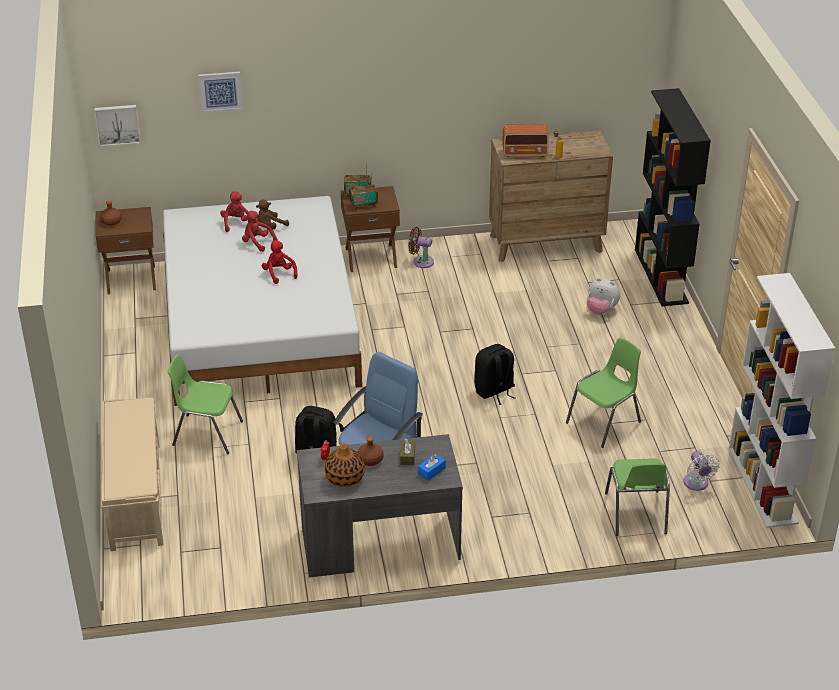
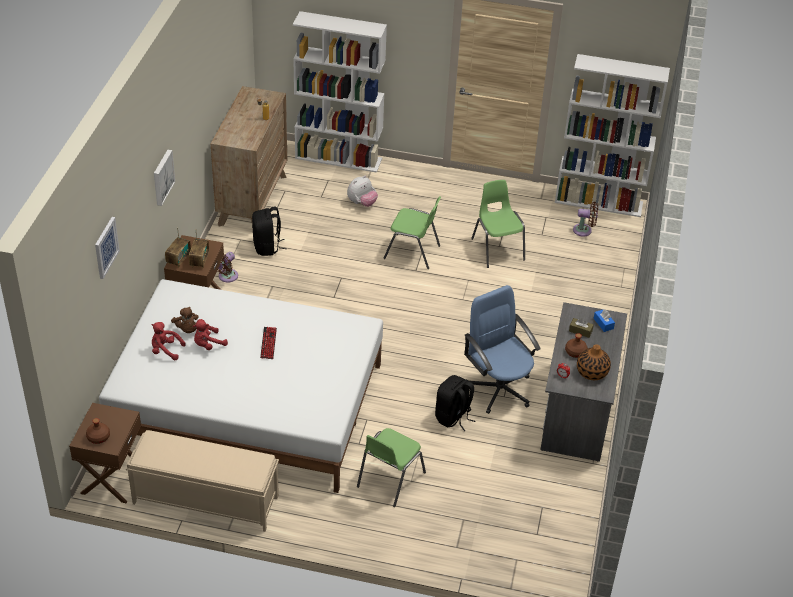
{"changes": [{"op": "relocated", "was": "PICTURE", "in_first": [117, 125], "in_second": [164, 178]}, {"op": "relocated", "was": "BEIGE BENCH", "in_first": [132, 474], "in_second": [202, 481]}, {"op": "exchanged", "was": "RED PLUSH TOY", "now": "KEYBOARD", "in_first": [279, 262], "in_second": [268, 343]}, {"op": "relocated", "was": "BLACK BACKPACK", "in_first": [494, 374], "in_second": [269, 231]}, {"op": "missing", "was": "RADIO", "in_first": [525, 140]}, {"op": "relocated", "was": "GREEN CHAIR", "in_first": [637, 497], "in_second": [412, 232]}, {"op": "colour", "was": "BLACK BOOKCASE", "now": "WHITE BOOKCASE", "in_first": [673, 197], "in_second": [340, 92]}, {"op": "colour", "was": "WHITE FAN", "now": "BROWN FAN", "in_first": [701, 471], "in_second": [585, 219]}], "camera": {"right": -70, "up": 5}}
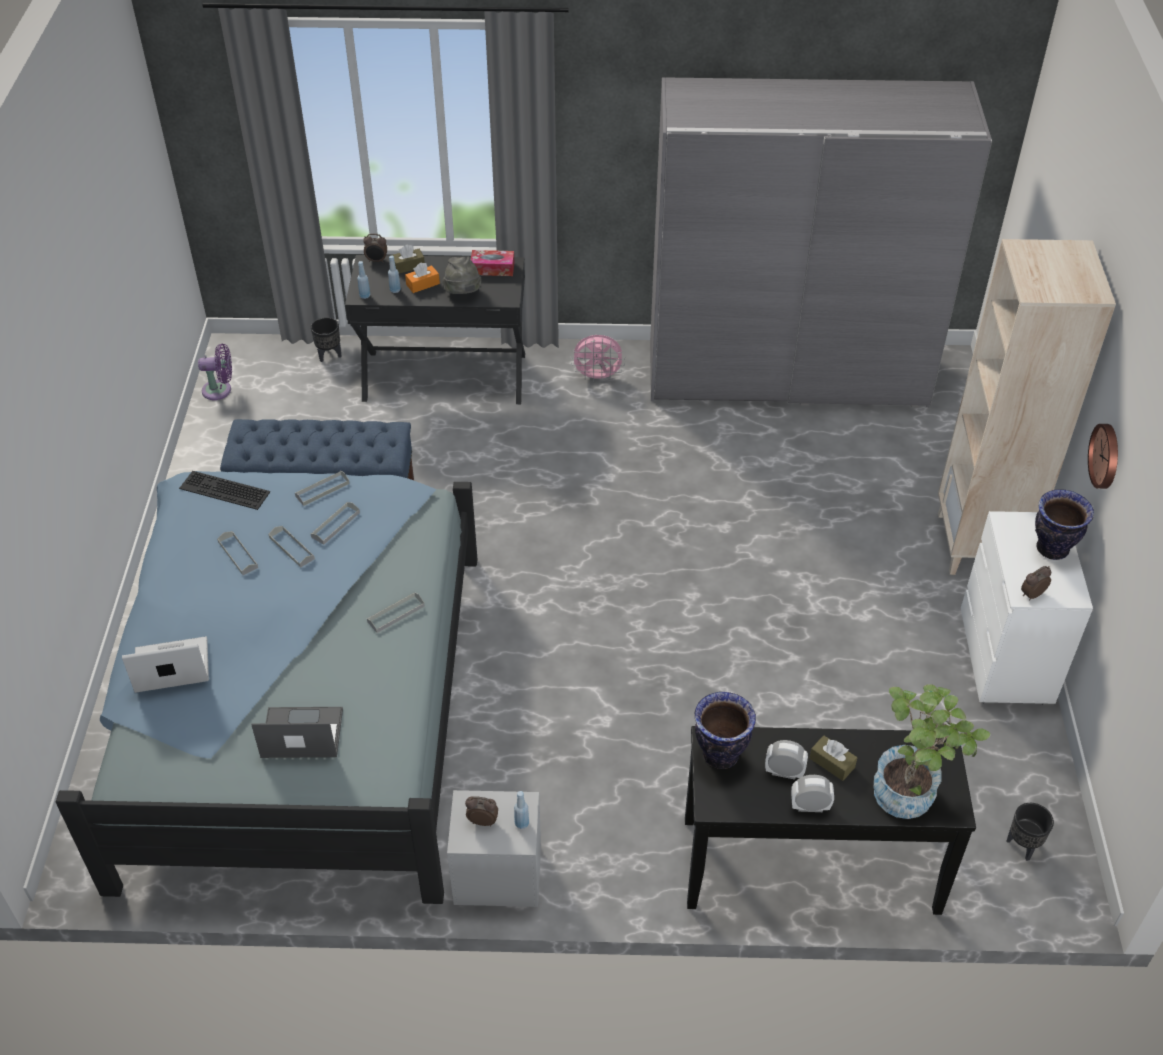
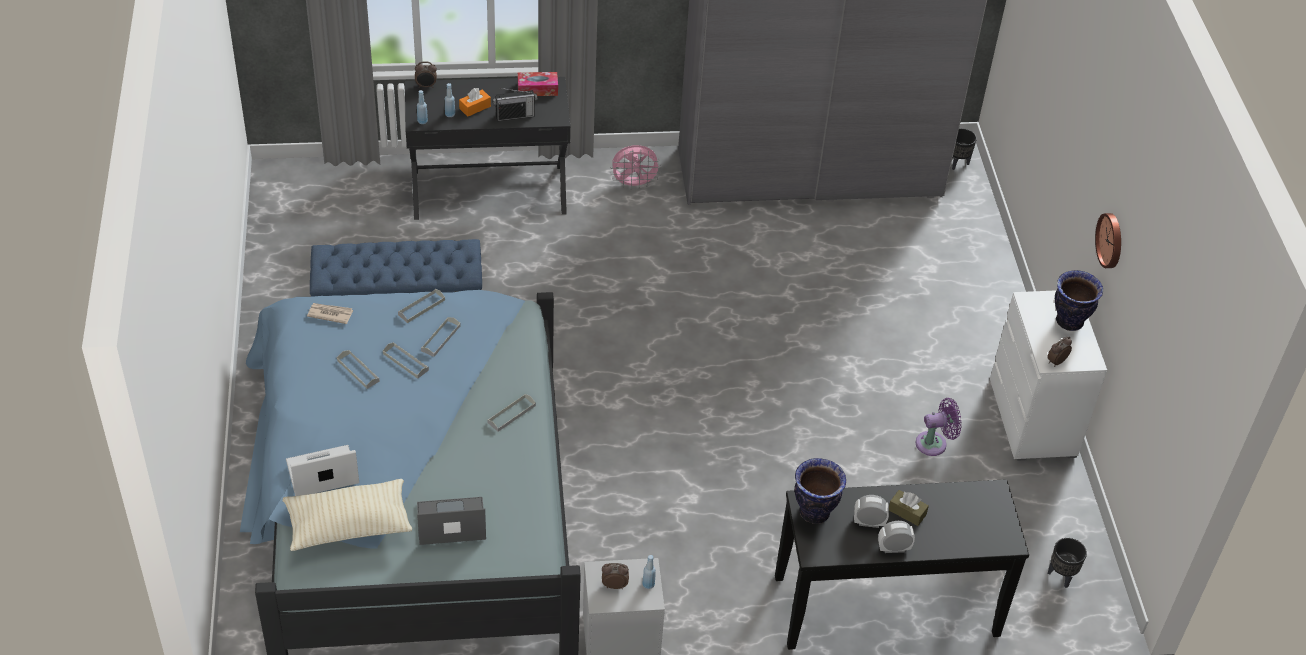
{"changes": [{"op": "exchanged", "was": "KEYBOARD", "now": "NEWSPAPER", "in_first": [224, 490], "in_second": [330, 313]}, {"op": "relocated", "was": "PURPLE FAN", "in_first": [215, 372], "in_second": [939, 427]}, {"op": "relocated", "was": "BLACK PLANTER", "in_first": [326, 339], "in_second": [964, 149]}, {"op": "missing", "was": "BROWN TISSUE BOX", "in_first": [408, 259]}, {"op": "exchanged", "was": "GREY HAT", "now": "RADIO", "in_first": [461, 275], "in_second": [515, 104]}, {"op": "missing", "was": "POTTED PLANT", "in_first": [932, 751]}, {"op": "missing", "was": "BEIGE BOOKCASE", "in_first": [1027, 407]}, {"op": "appeared", "now": "BEIGE PILLOW", "in_second": [347, 515]}], "camera": {"right": -10, "up": 0}}
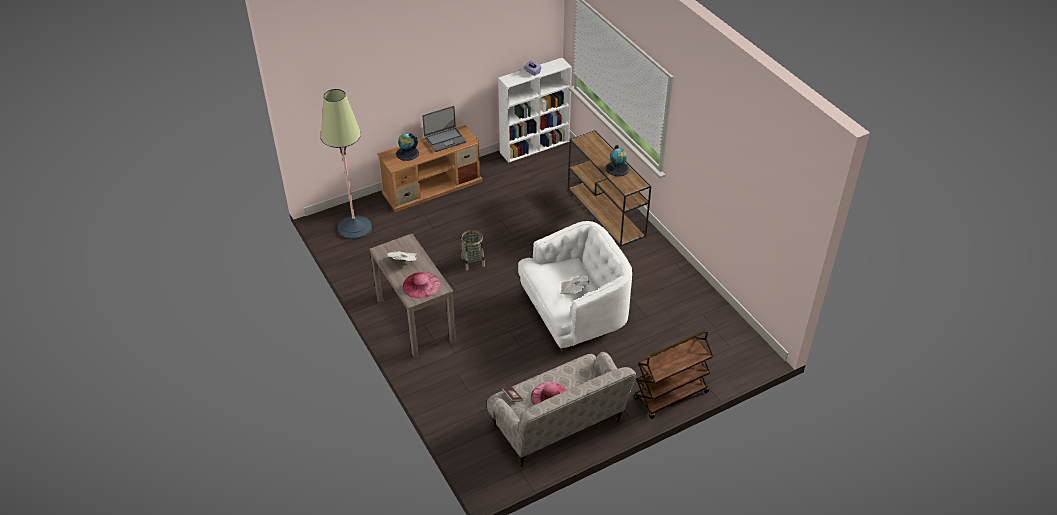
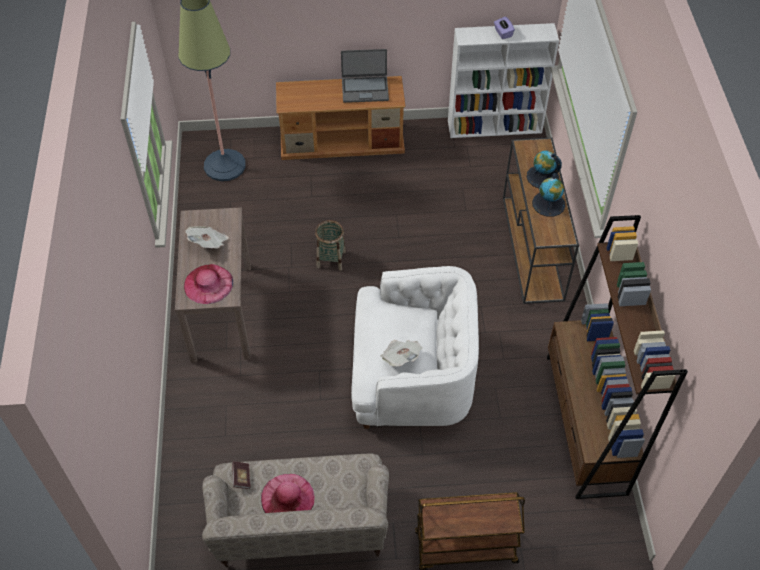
{"changes": [{"op": "relocated", "was": "GLOBE", "in_first": [407, 147], "in_second": [544, 170]}, {"op": "appeared", "now": "BROWN BOOKCASE", "in_second": [617, 357]}], "camera": {"right": 25, "up": 10}}
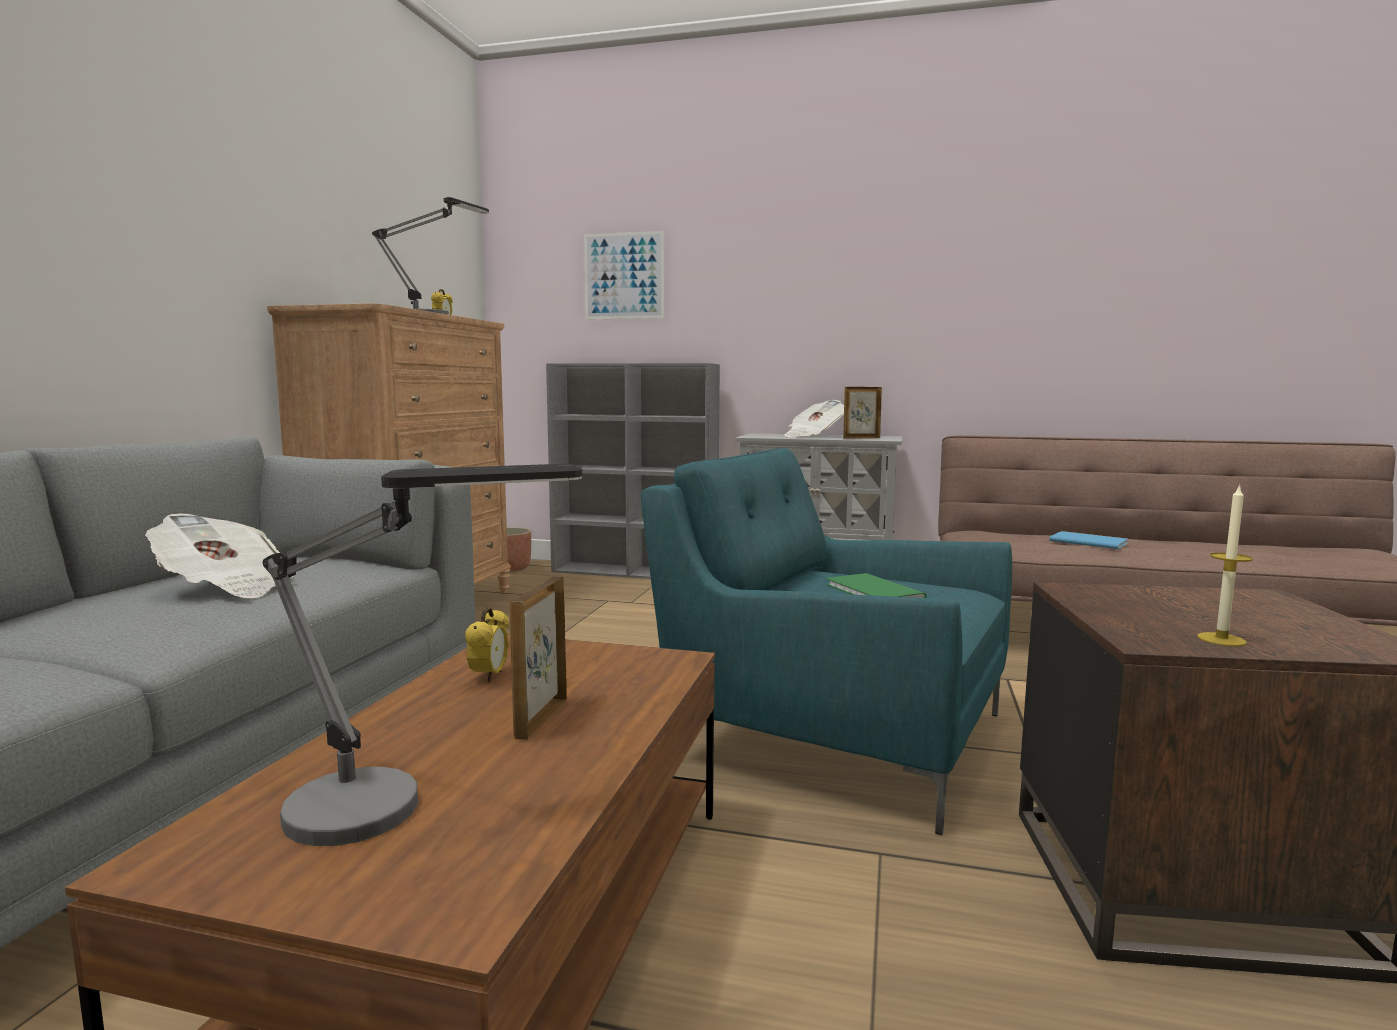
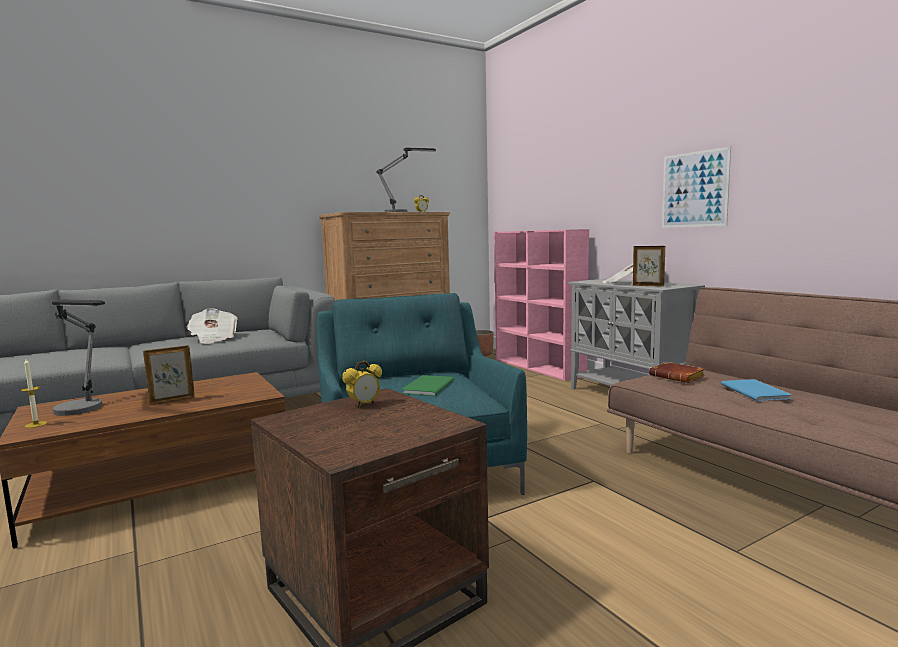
{"changes": [{"op": "relocated", "was": "ALARM CLOCK", "in_first": [487, 644], "in_second": [362, 384]}, {"op": "colour", "was": "GREY BOOKCASE", "now": "PINK BOOKCASE", "in_first": [633, 471], "in_second": [541, 305]}, {"op": "relocated", "was": "PICTURE", "in_first": [624, 275], "in_second": [696, 187]}, {"op": "relocated", "was": "CANDLE", "in_first": [1225, 565], "in_second": [34, 393]}, {"op": "appeared", "now": "BROWN BOOK", "in_second": [677, 372]}], "camera": {"right": 45, "up": 0}}
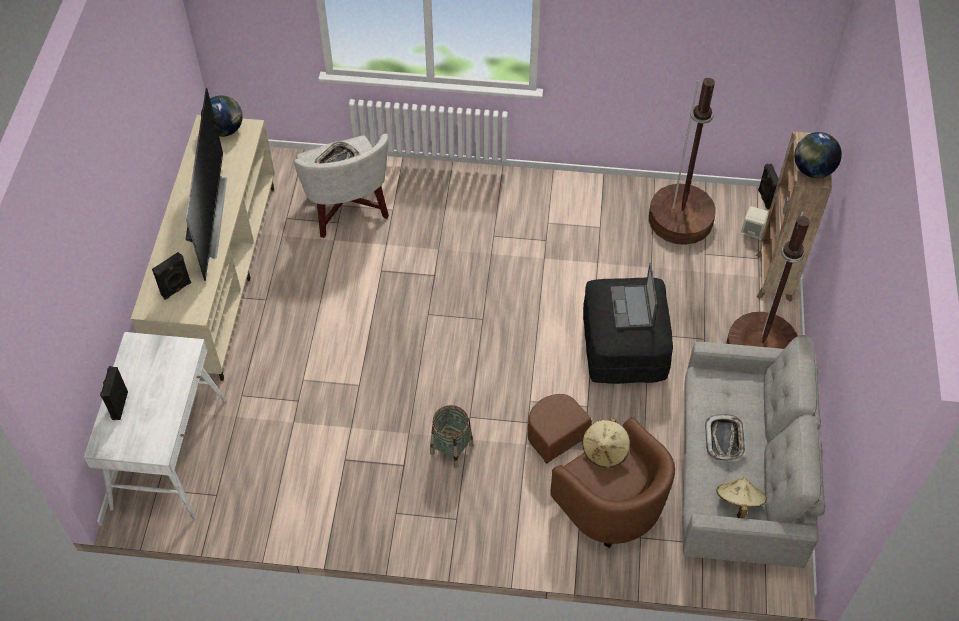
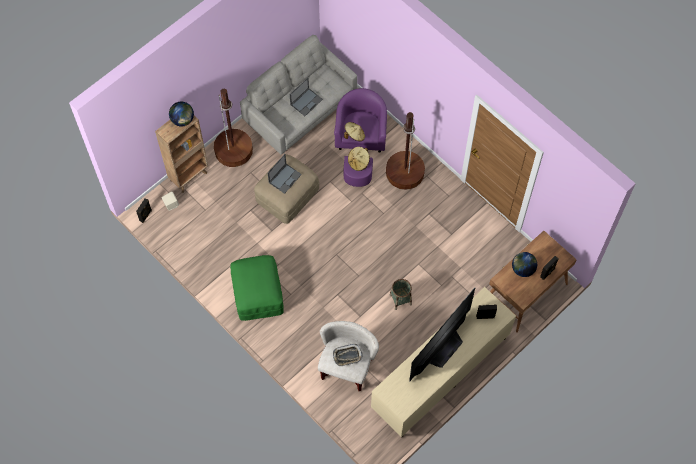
{"changes": [{"op": "colour", "was": "WHITE DESK", "now": "BROWN DESK", "in_first": [155, 425], "in_second": [533, 282]}, {"op": "relocated", "was": "GLOBE", "in_first": [222, 116], "in_second": [524, 264]}, {"op": "relocated", "was": "BASKET", "in_first": [451, 436], "in_second": [401, 294]}, {"op": "colour", "was": "BROWN ARMCHAIR", "now": "PURPLE ARMCHAIR", "in_first": [601, 471], "in_second": [360, 137]}, {"op": "colour", "was": "BLACK OTTOMAN", "now": "BEIGE OTTOMAN", "in_first": [628, 330], "in_second": [286, 189]}, {"op": "relocated", "was": "BROWN FLOOR LAMP", "in_first": [682, 161], "in_second": [405, 151]}, {"op": "exchanged", "was": "TRAY", "now": "LAPTOP", "in_first": [725, 437], "in_second": [306, 97]}, {"op": "relocated", "was": "BEIGE HAT", "in_first": [741, 498], "in_second": [359, 159]}, {"op": "appeared", "now": "GREEN OTTOMAN", "in_second": [257, 288]}], "camera": {"right": -140, "up": 10}}
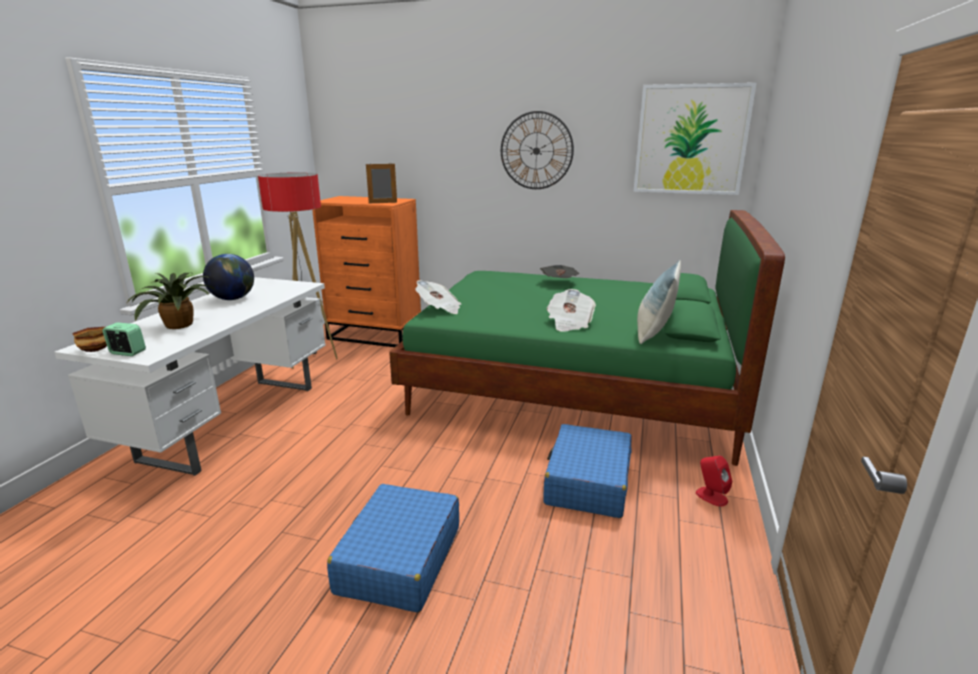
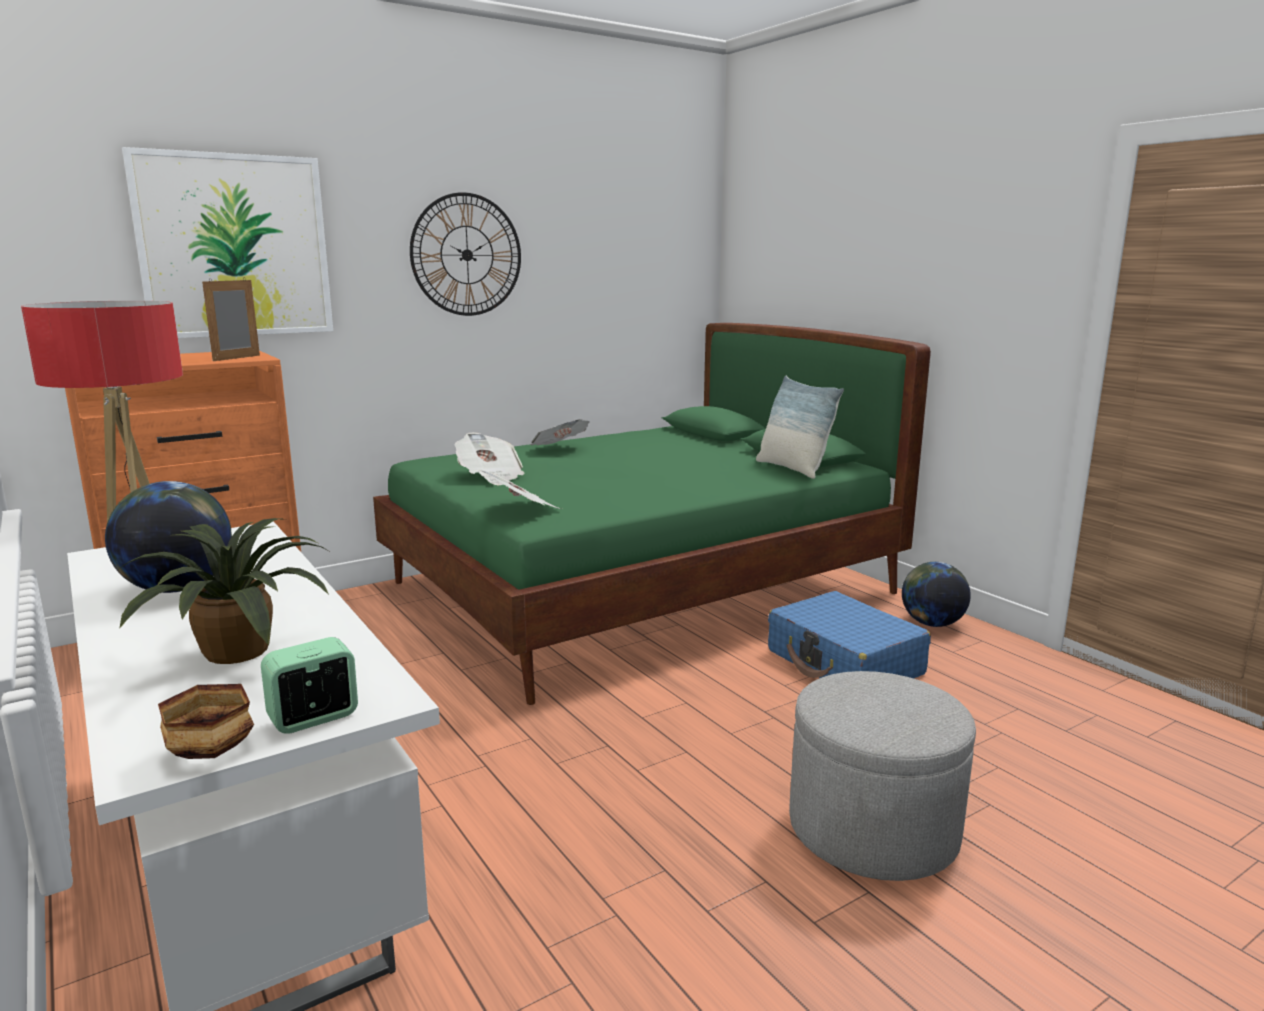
{"changes": [{"op": "exchanged", "was": "BLUE SUITCASE", "now": "GREY OTTOMAN", "in_first": [393, 548], "in_second": [882, 776]}, {"op": "relocated", "was": "NEWSPAPER", "in_first": [571, 310], "in_second": [490, 458]}, {"op": "relocated", "was": "PICTURE", "in_first": [695, 139], "in_second": [227, 242]}, {"op": "exchanged", "was": "RED SPEAKER", "now": "GLOBE", "in_first": [714, 481], "in_second": [936, 594]}], "camera": {"right": -50, "up": -5}}
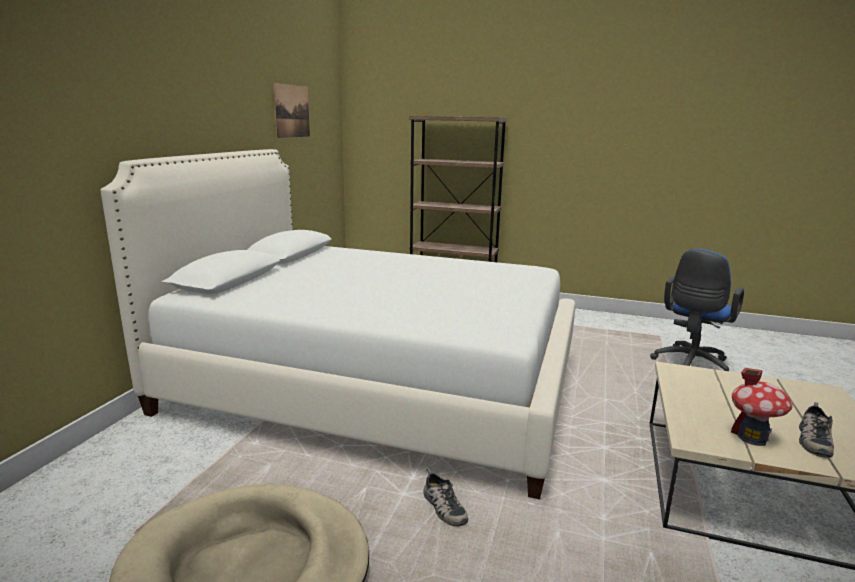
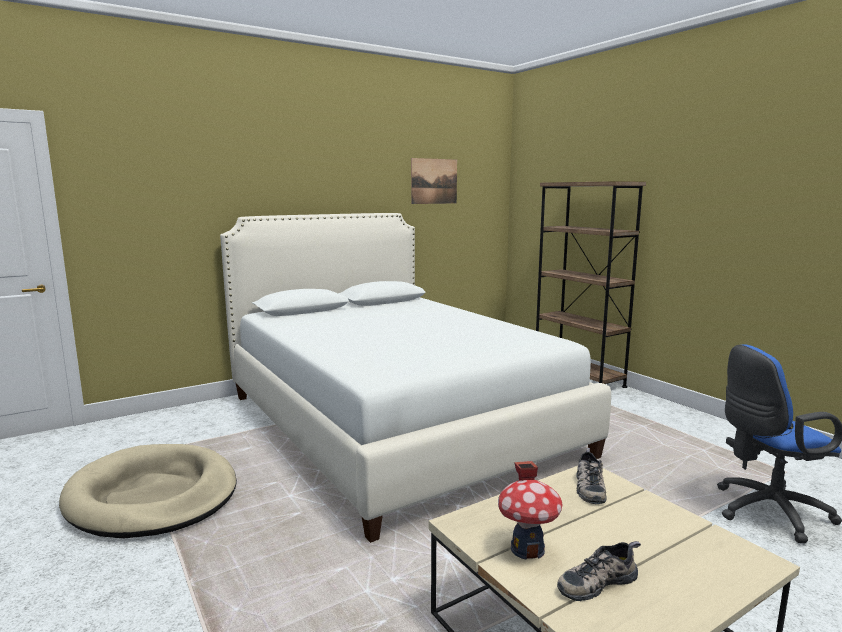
{"changes": [{"op": "relocated", "was": "SHOE", "in_first": [445, 497], "in_second": [591, 476]}], "camera": {"right": 40, "up": -5}}
